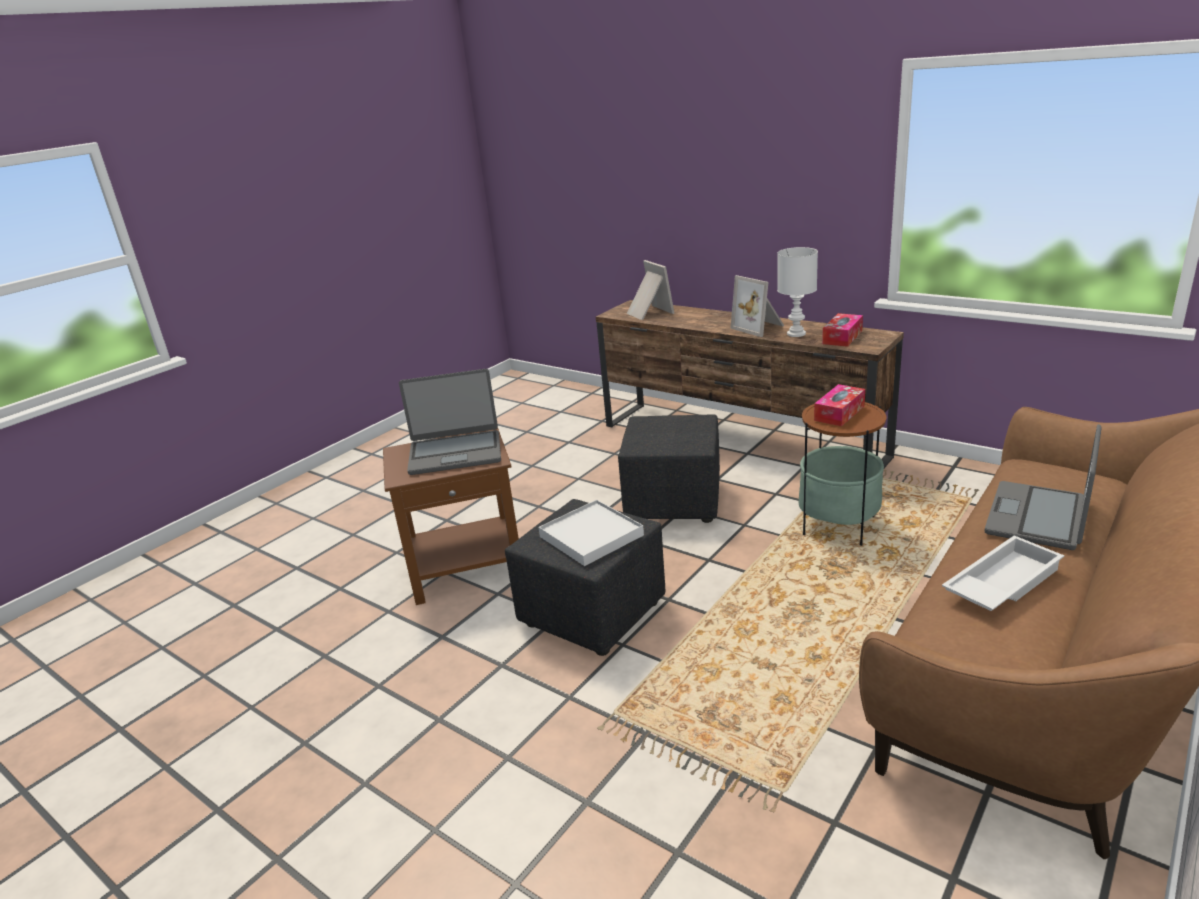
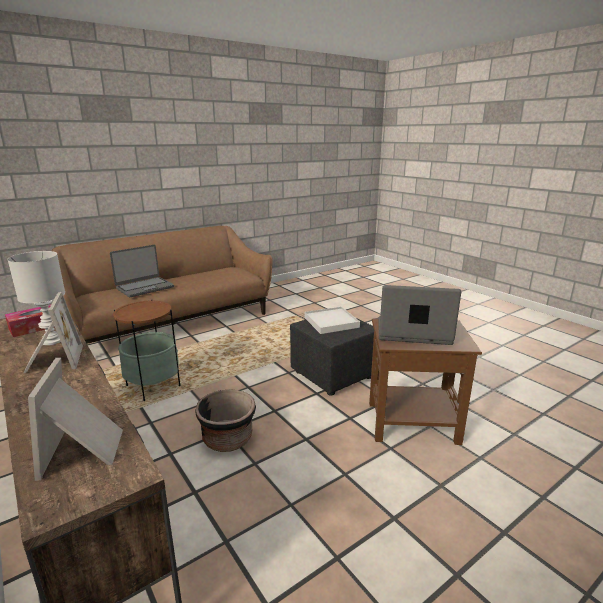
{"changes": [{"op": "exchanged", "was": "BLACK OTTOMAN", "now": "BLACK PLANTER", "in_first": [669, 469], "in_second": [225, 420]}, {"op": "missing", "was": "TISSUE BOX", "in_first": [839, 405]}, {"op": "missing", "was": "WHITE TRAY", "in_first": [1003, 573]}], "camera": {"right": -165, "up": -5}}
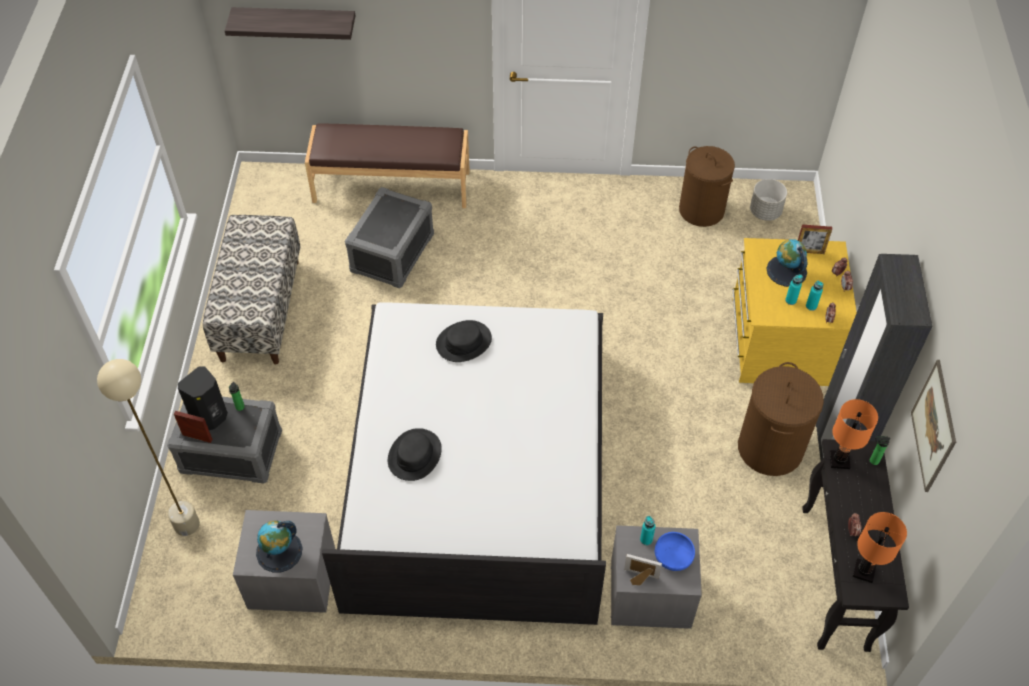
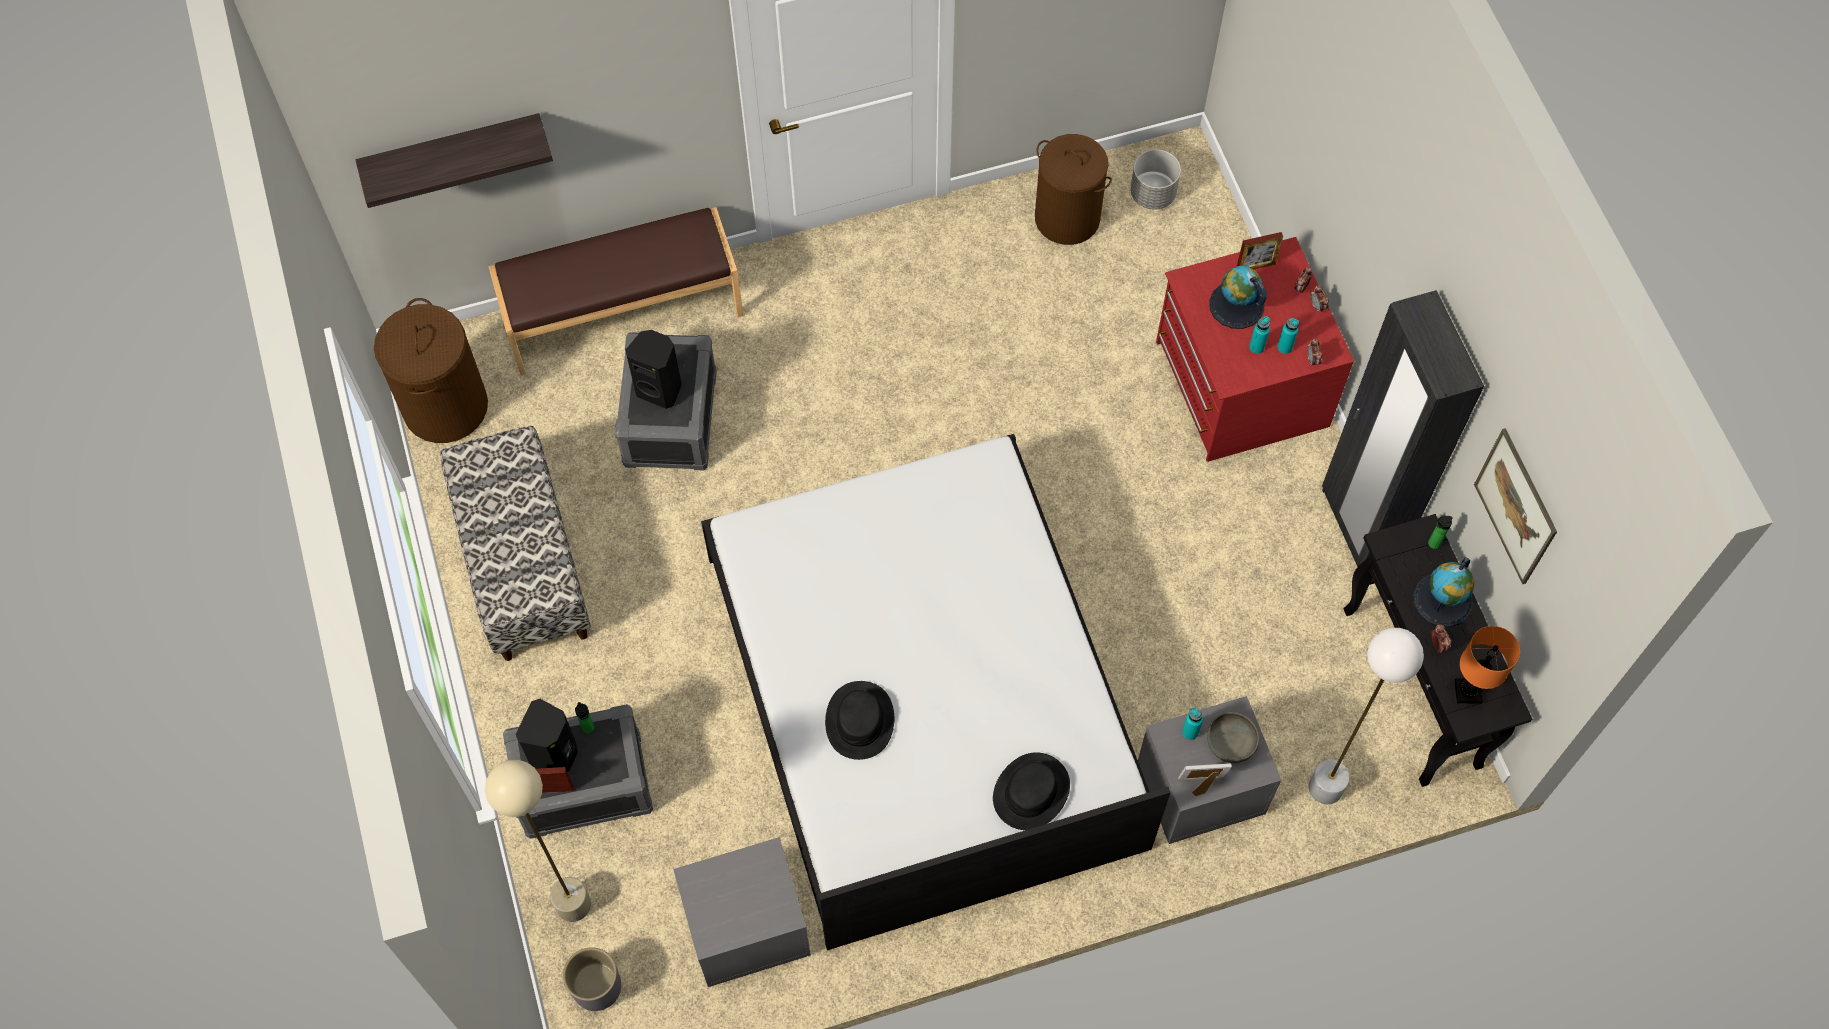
{"changes": [{"op": "relocated", "was": "GLOBE", "in_first": [279, 546], "in_second": [1443, 592]}, {"op": "relocated", "was": "BLACK HAT", "in_first": [464, 341], "in_second": [1031, 791]}, {"op": "colour", "was": "BLUE BOWL", "now": "GREY BOWL", "in_first": [675, 551], "in_second": [1233, 737]}, {"op": "colour", "was": "YELLOW DRESSER", "now": "RED DRESSER", "in_first": [794, 312], "in_second": [1255, 349]}, {"op": "relocated", "was": "BROWN LAUNDRY BASKET", "in_first": [781, 419], "in_second": [431, 370]}, {"op": "missing", "was": "ORANGE TABLE LAMP", "in_first": [853, 434]}, {"op": "appeared", "now": "GREY PLANTER", "in_second": [592, 979]}, {"op": "appeared", "now": "BLACK SPEAKER", "in_second": [653, 369]}, {"op": "appeared", "now": "WHITE FLOOR LAMP", "in_second": [1366, 716]}], "camera": {"right": -20, "up": 10}}
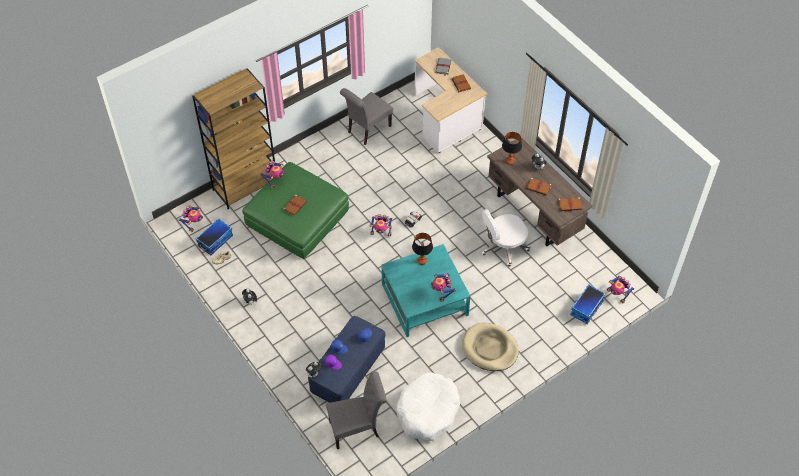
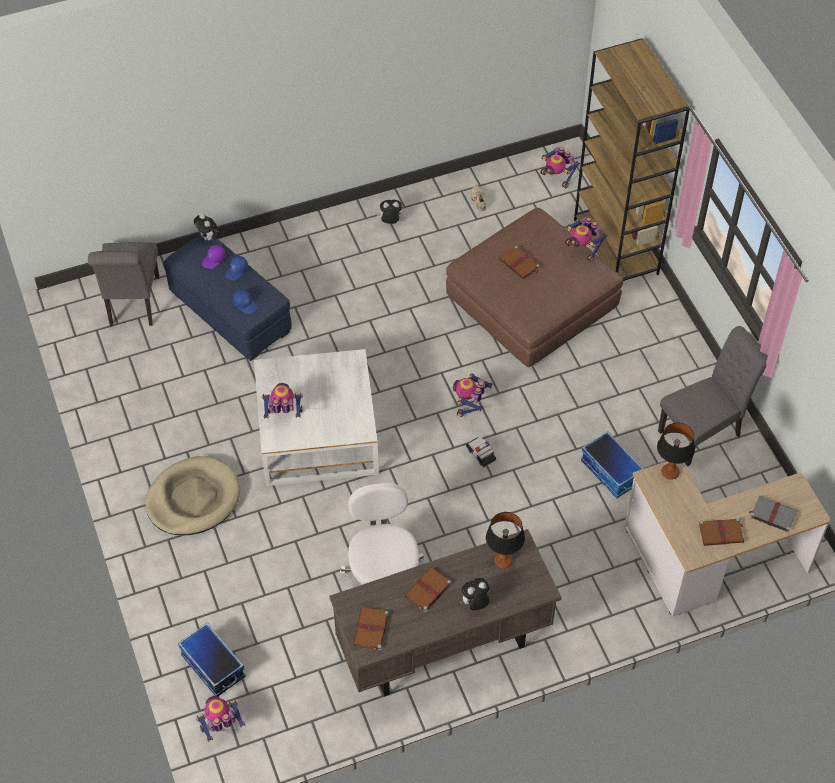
{"changes": [{"op": "relocated", "was": "STORAGE BOX", "in_first": [214, 236], "in_second": [612, 464]}, {"op": "colour", "was": "GREEN OTTOMAN", "now": "BROWN OTTOMAN", "in_first": [295, 210], "in_second": [534, 288]}, {"op": "spun", "was": "GREY CHAIR", "in_first": [366, 116], "in_second": [713, 396], "clockwise": 90}, {"op": "colour", "was": "TURQUOISE COFFEE TABLE", "now": "WHITE COFFEE TABLE", "in_first": [426, 290], "in_second": [316, 417]}, {"op": "missing", "was": "WHITE DOG BED", "in_first": [428, 406]}, {"op": "relocated", "was": "TABLE LAMP", "in_first": [422, 249], "in_second": [676, 451]}], "camera": {"right": 105, "up": 0}}
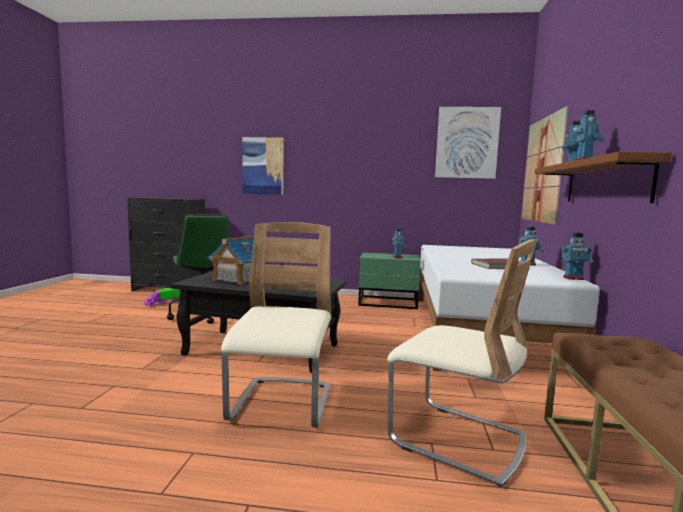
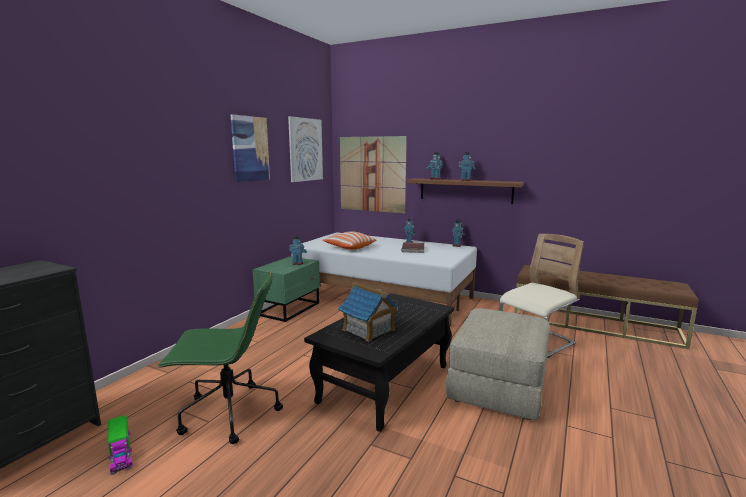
{"changes": [{"op": "exchanged", "was": "BEIGE CHAIR", "now": "BEIGE OTTOMAN", "in_first": [276, 325], "in_second": [497, 364]}, {"op": "relocated", "was": "PICTURE", "in_first": [263, 166], "in_second": [250, 148]}, {"op": "appeared", "now": "PILLOW", "in_second": [349, 240]}], "camera": {"right": -70, "up": 5}}
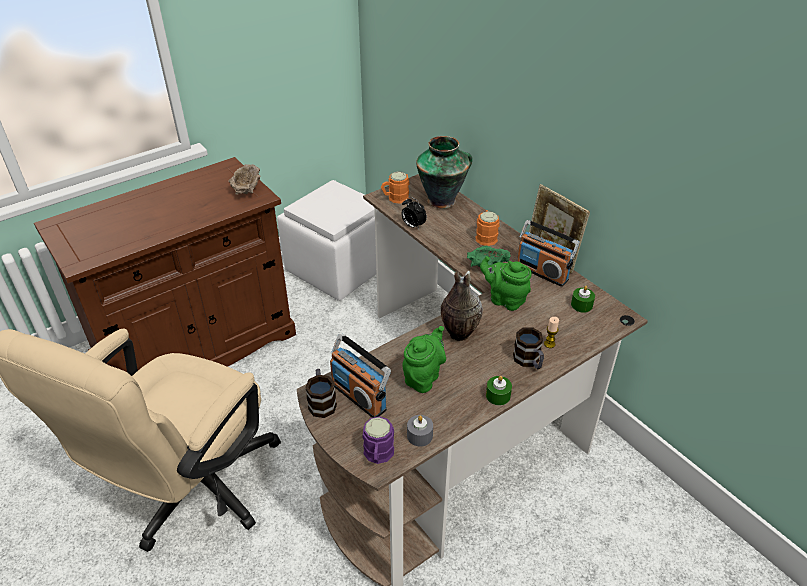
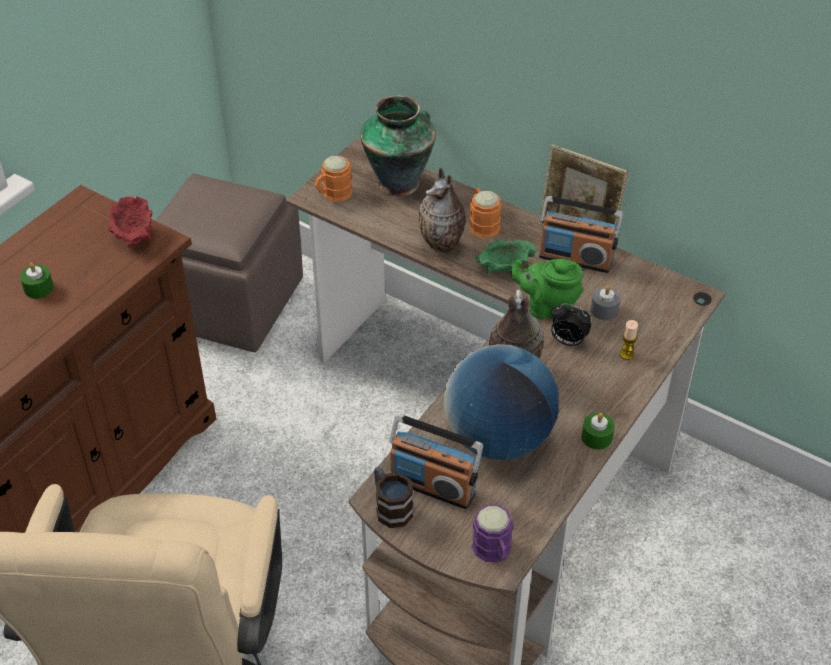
{"changes": [{"op": "colour", "was": "BEIGE BOWL", "now": "RED BOWL", "in_first": [244, 179], "in_second": [130, 222]}, {"op": "colour", "was": "WHITE OTTOMAN", "now": "BROWN OTTOMAN", "in_first": [327, 240], "in_second": [229, 262]}, {"op": "relocated", "was": "ALARM CLOCK", "in_first": [414, 213], "in_second": [571, 324]}, {"op": "exchanged", "was": "GREEN TEAPOT", "now": "GLOBE", "in_first": [424, 359], "in_second": [501, 402]}, {"op": "relocated", "was": "GREY CANDLE", "in_first": [420, 431], "in_second": [605, 302]}, {"op": "missing", "was": "MUG", "in_first": [528, 348]}, {"op": "relocated", "was": "GREEN CANDLE", "in_first": [583, 299], "in_second": [37, 281]}, {"op": "appeared", "now": "VASE", "in_second": [442, 211]}], "camera": {"right": -20, "up": 5}}
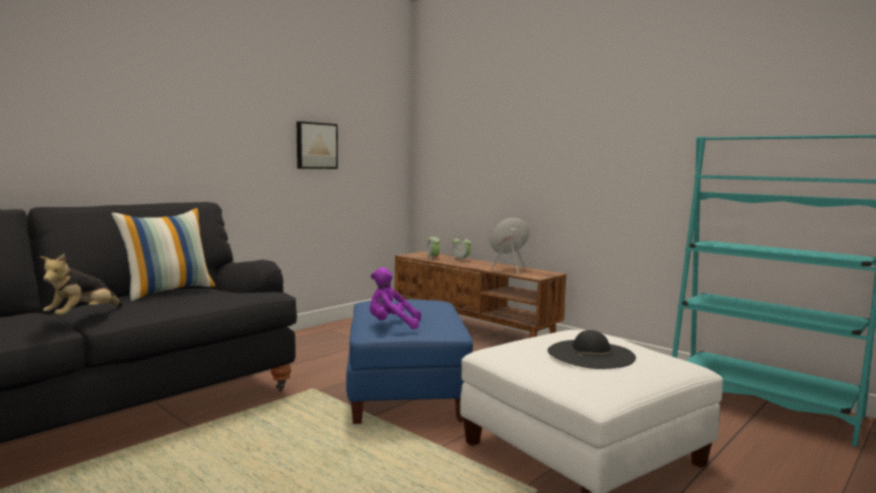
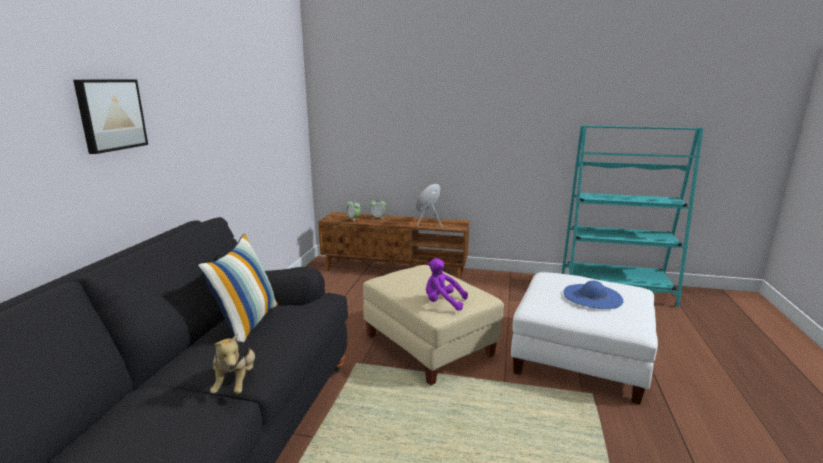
{"changes": [{"op": "relocated", "was": "PICTURE", "in_first": [317, 145], "in_second": [110, 116]}, {"op": "colour", "was": "BLUE OTTOMAN", "now": "BEIGE OTTOMAN", "in_first": [409, 361], "in_second": [433, 325]}, {"op": "spun", "was": "PURPLE PLUSH TOY", "in_first": [395, 298], "in_second": [447, 284], "clockwise": 45}, {"op": "colour", "was": "BLACK HAT", "now": "BLUE HAT", "in_first": [591, 349], "in_second": [593, 295]}], "camera": {"right": -30, "up": 10}}
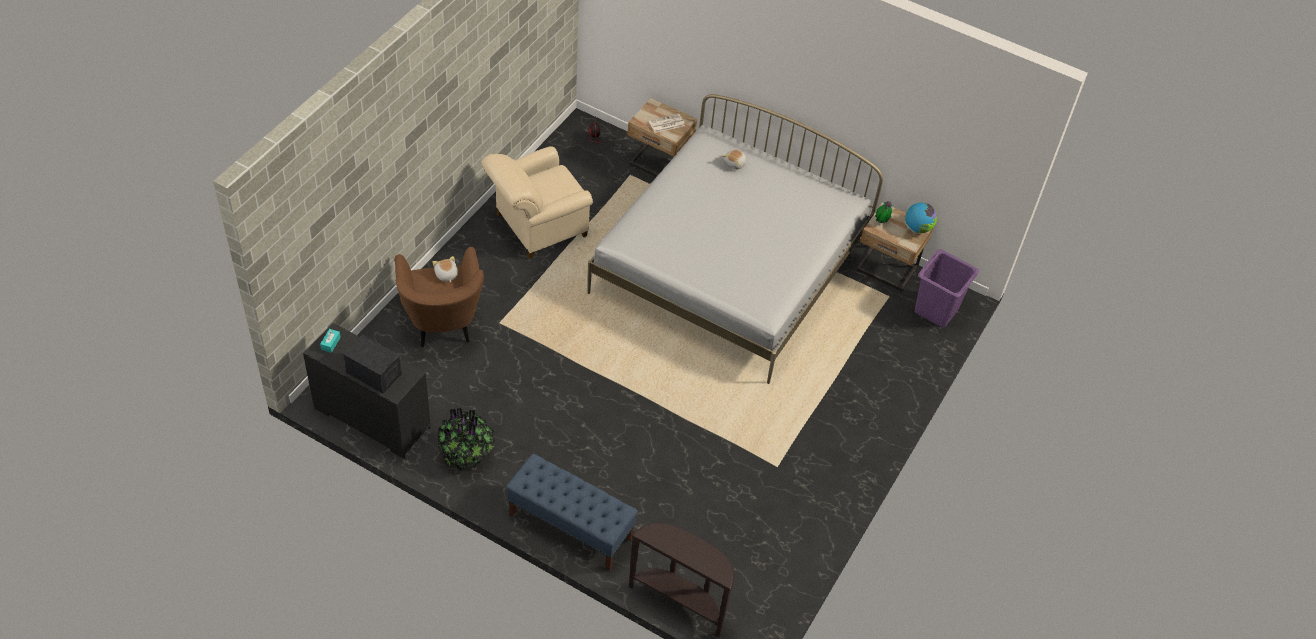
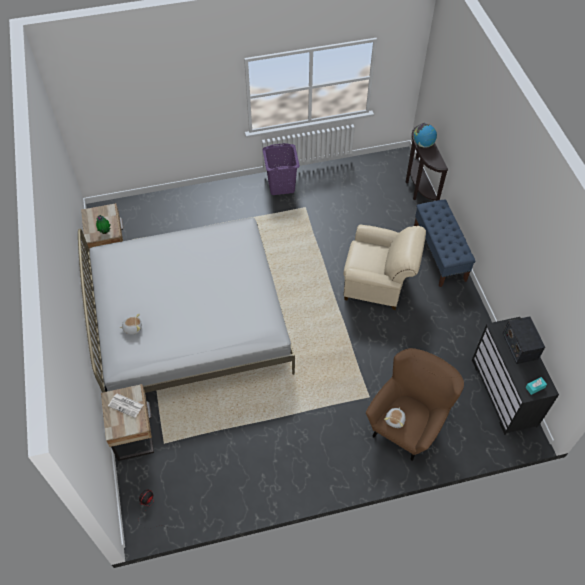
{"changes": [{"op": "missing", "was": "POTTED PLANT", "in_first": [466, 439]}, {"op": "relocated", "was": "BEIGE ARMCHAIR", "in_first": [537, 202], "in_second": [385, 267]}, {"op": "relocated", "was": "GLOBE", "in_first": [921, 218], "in_second": [425, 136]}, {"op": "relocated", "was": "PURPLE LAUNDRY BASKET", "in_first": [947, 288], "in_second": [281, 169]}], "camera": {"right": -130, "up": 5}}
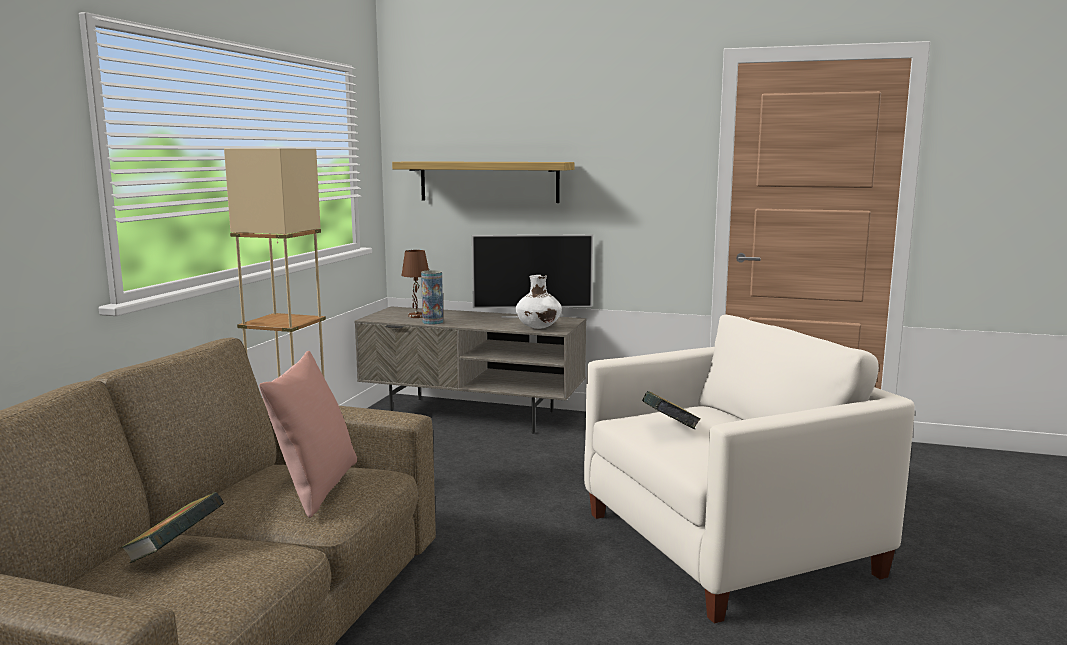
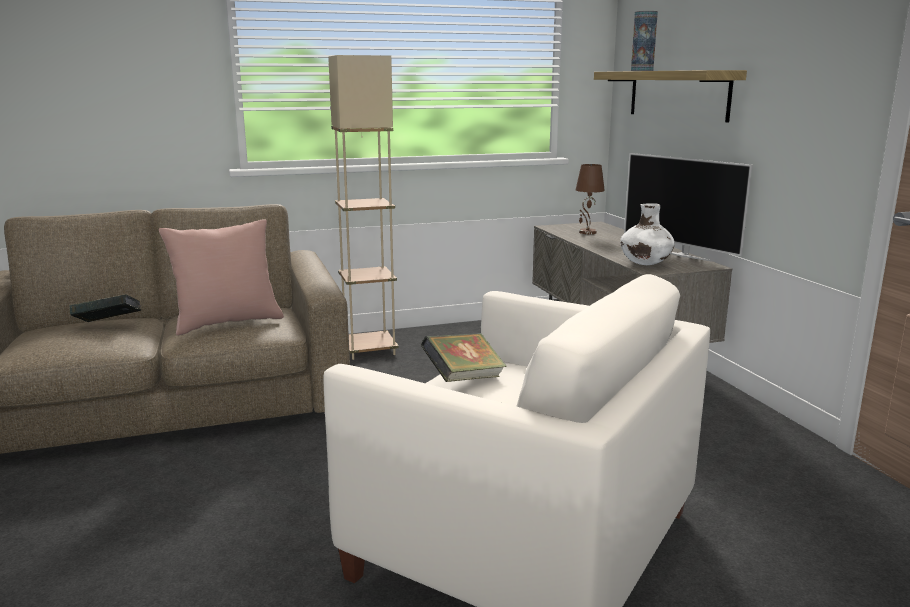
{"changes": [{"op": "relocated", "was": "VASE", "in_first": [432, 297], "in_second": [644, 41]}], "camera": {"right": 55, "up": 5}}
